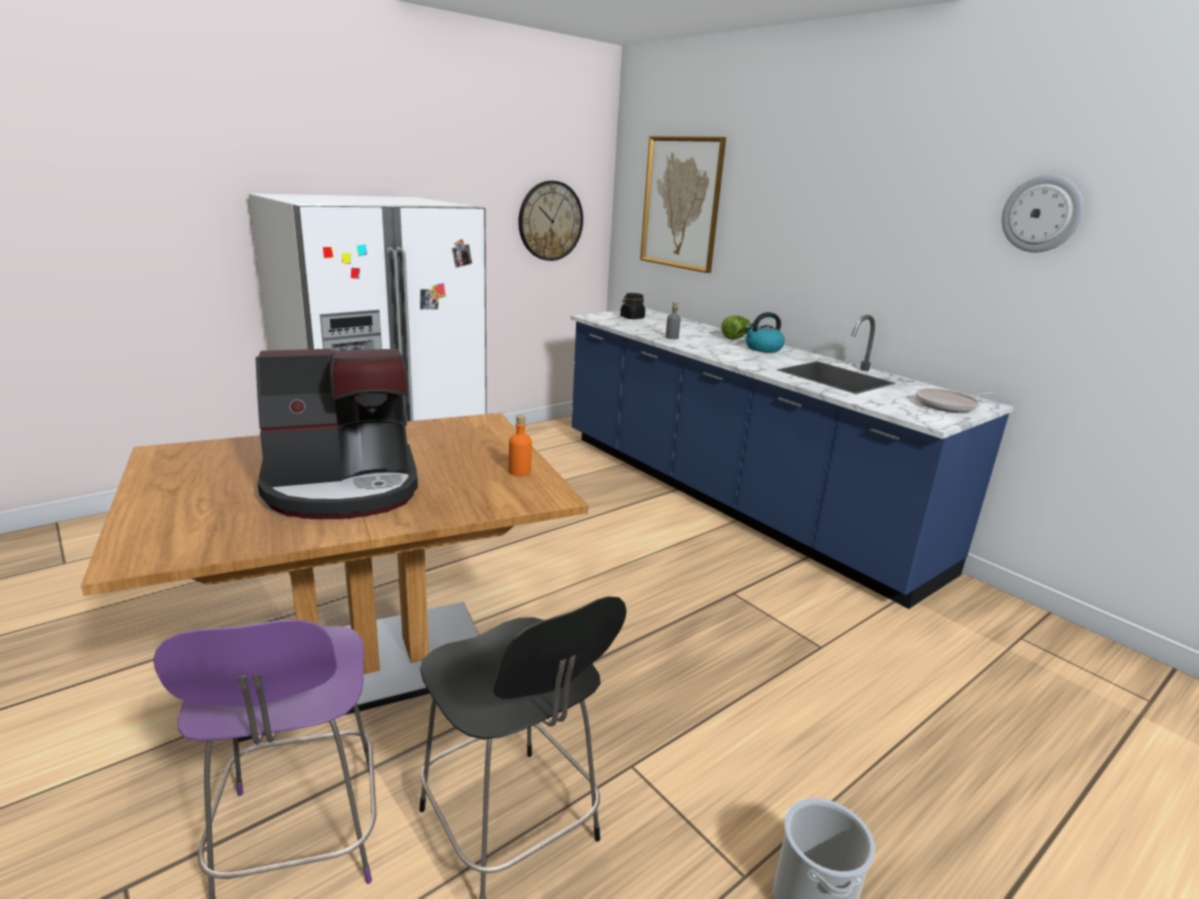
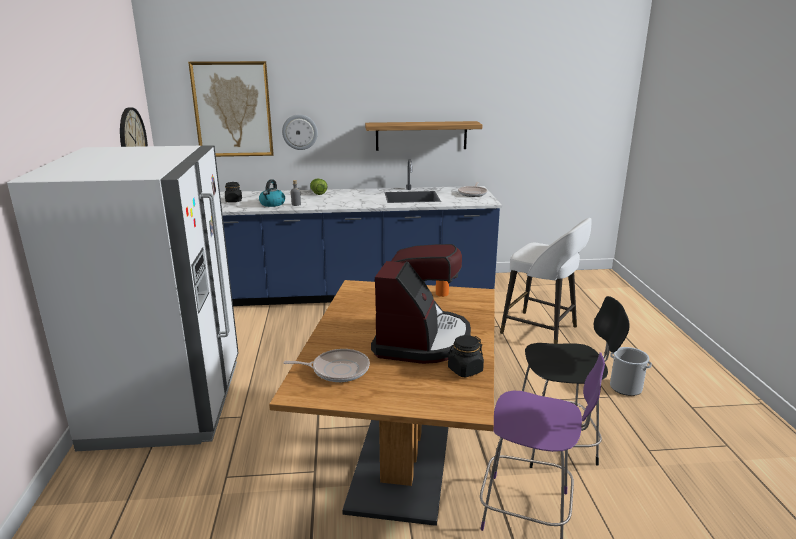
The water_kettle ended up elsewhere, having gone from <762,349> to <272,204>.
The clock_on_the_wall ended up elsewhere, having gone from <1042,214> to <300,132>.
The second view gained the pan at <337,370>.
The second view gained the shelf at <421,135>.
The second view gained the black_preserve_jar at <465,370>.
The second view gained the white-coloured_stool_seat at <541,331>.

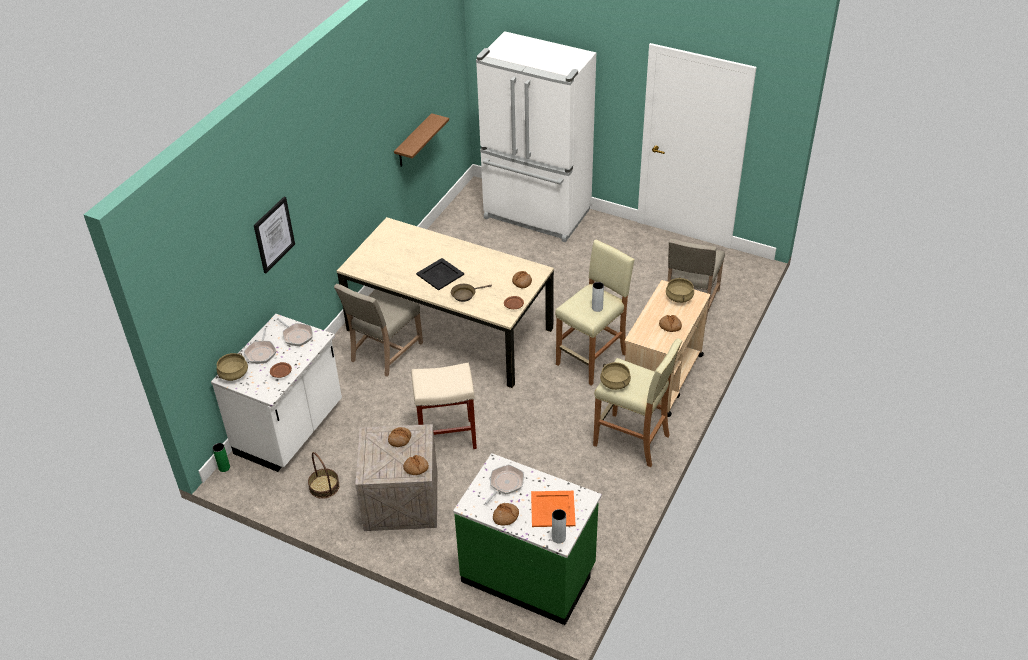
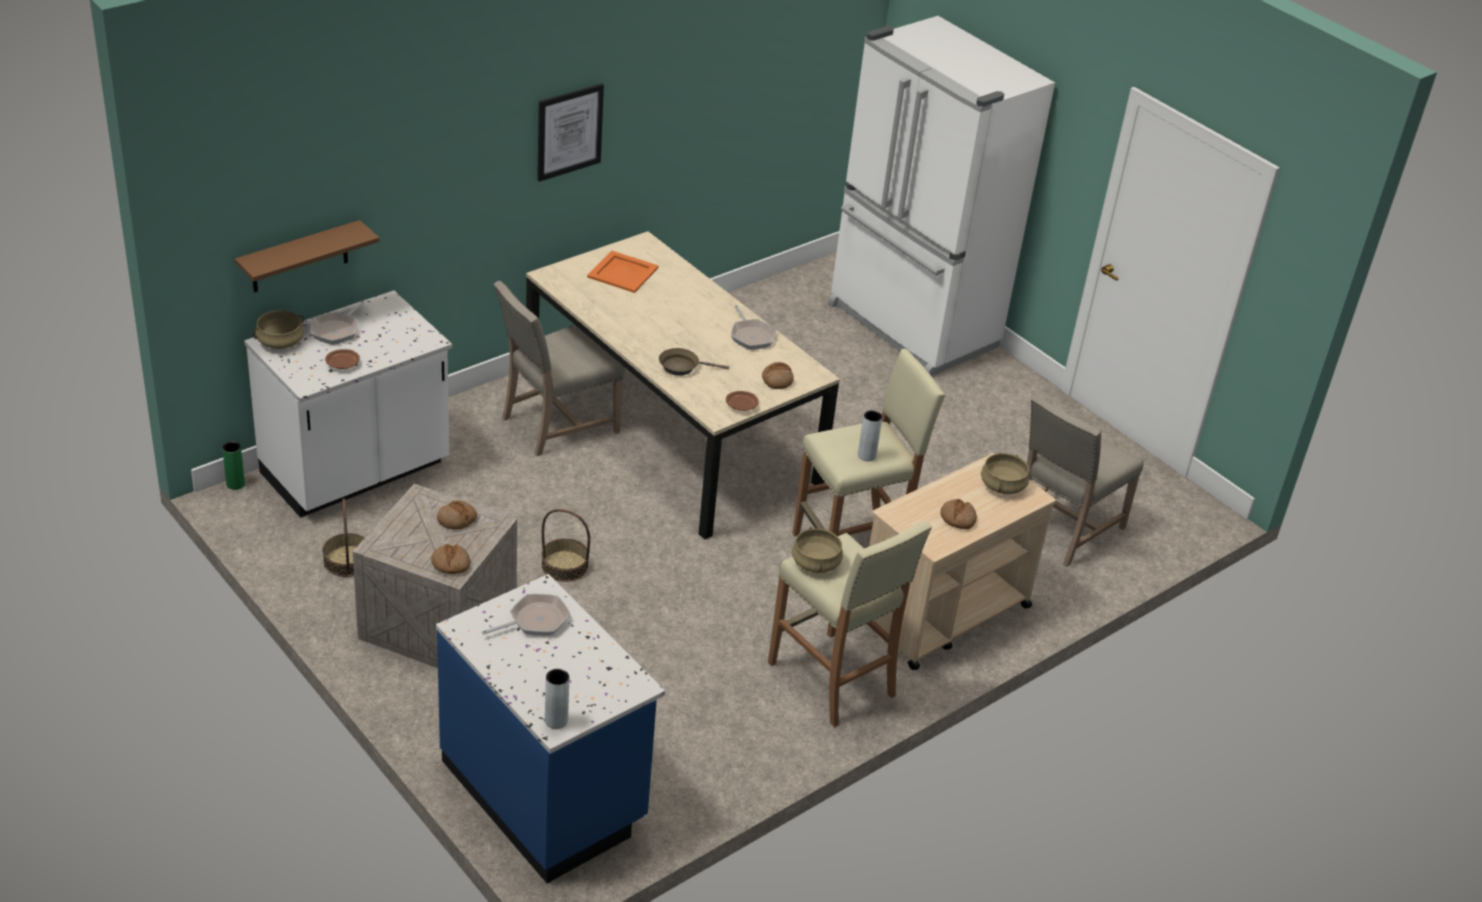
The wall_picture ended up elsewhere, having gone from <274,234> to <569,131>.
The pan ended up elsewhere, having gone from <296,335> to <751,336>.
The brown-coloured_shelf ended up elsewhere, having gone from <413,141> to <299,257>.
Where the sand-coloured_stool_seat stood at <448,436>, the storage_basket came to stand at <565,566>.
The second view lost the black_tray at <440,274>.
What was the greenish_kitchen_counter at <529,574> turned into the bluish_kitchen_counter at <545,792>.
The second view lost the bakery_bread at <505,516>.
The orangey_tray ended up elsewhere, having gone from <553,509> to <623,273>.

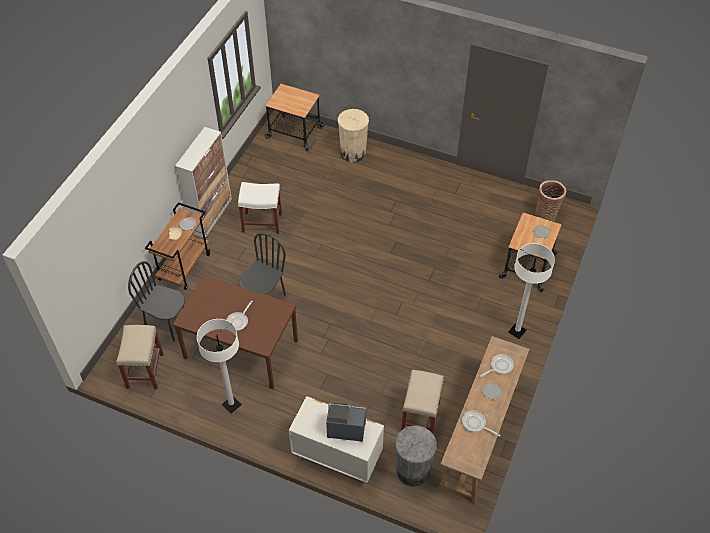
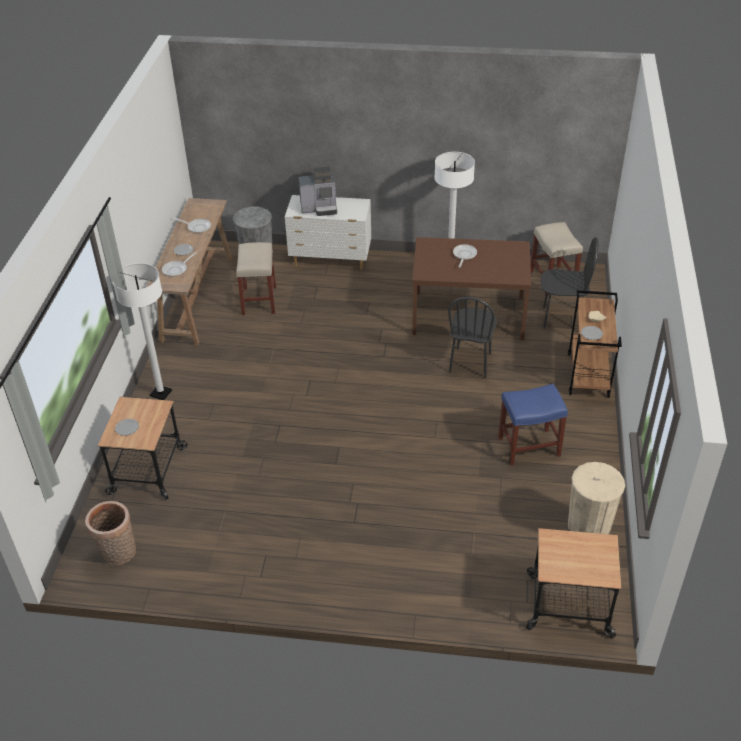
The second view lost the storage_cabinet at <211,215>.
What was the white-coloured_stool_seat at <262,222> turned into the bluish_stool_seat at <528,447>.
The sand-coloured_trash_can ended up elsewhere, having gone from <353,153> to <588,532>.

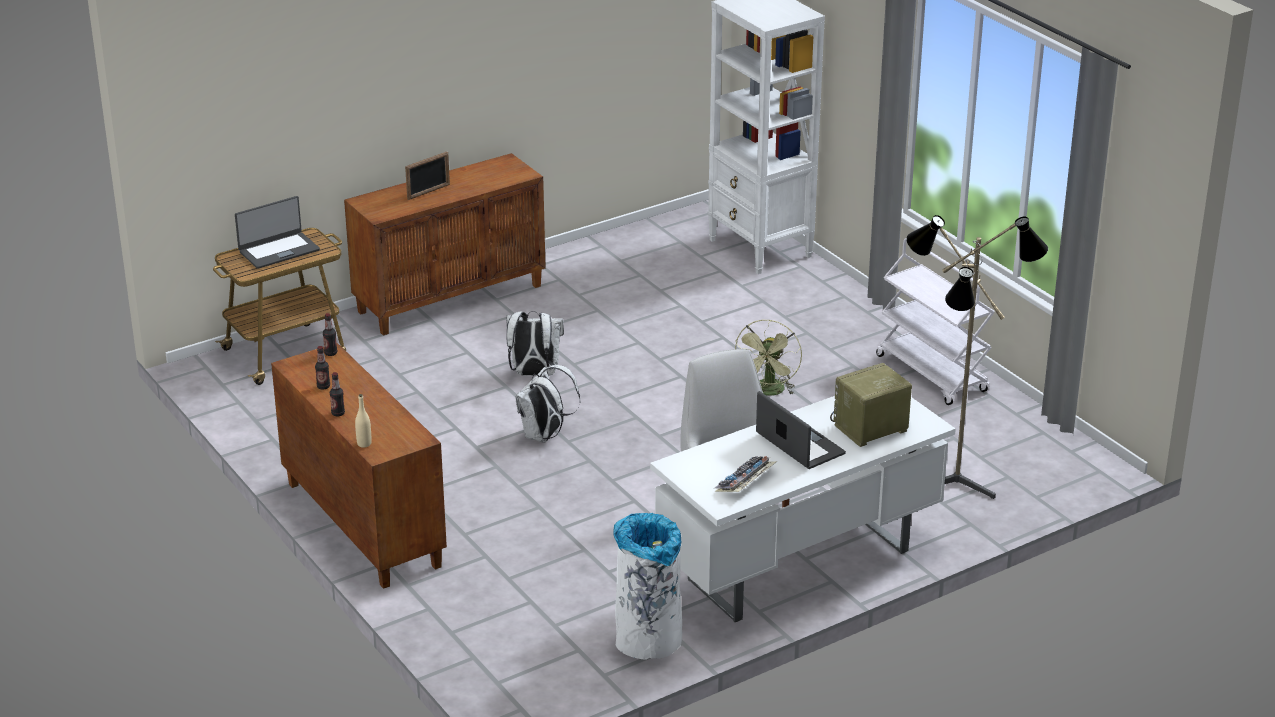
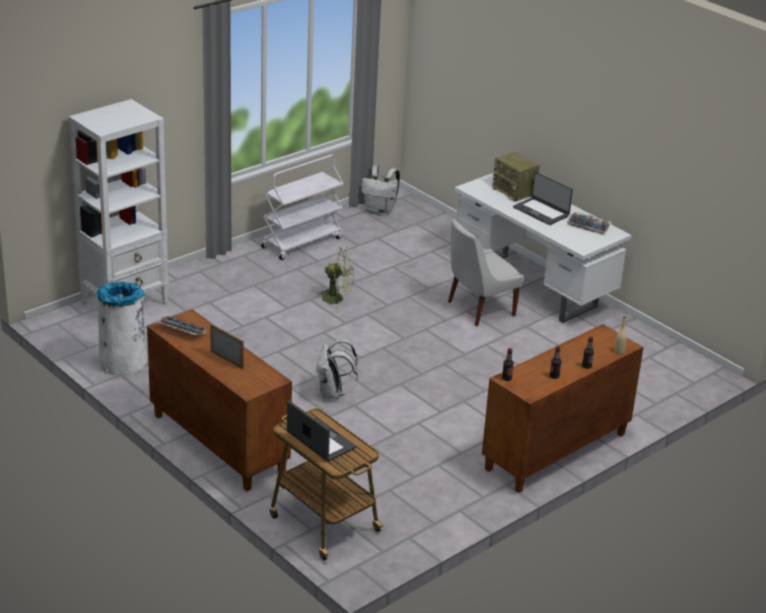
The white-coloured_rucksack ended up elsewhere, having gone from <544,436> to <380,211>.
The white-coloured_trash_can ended up elsewhere, having gone from <647,640> to <123,364>.
The portable_computer at <799,444> ended up facing another way, 90 degrees counterclockwise from before.
The second view lost the standing_lamp at <952,486>.
The second view gained the PC_keyboard at <181,331>.

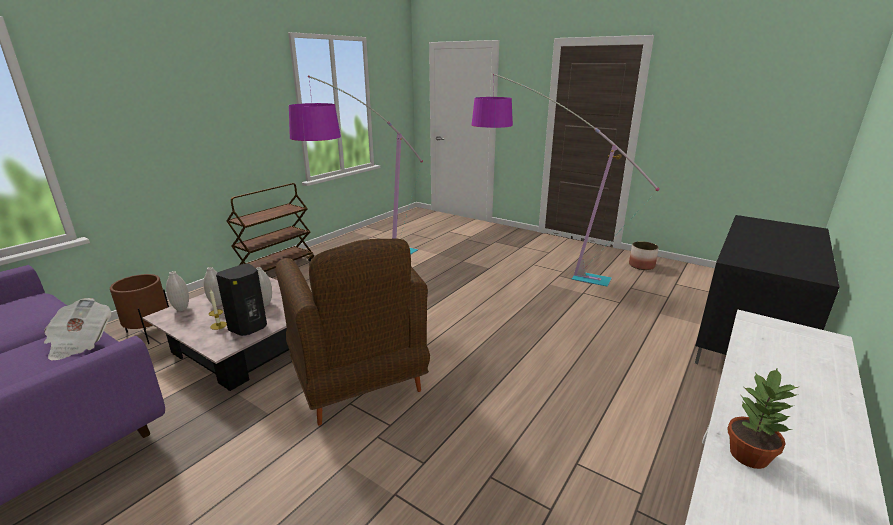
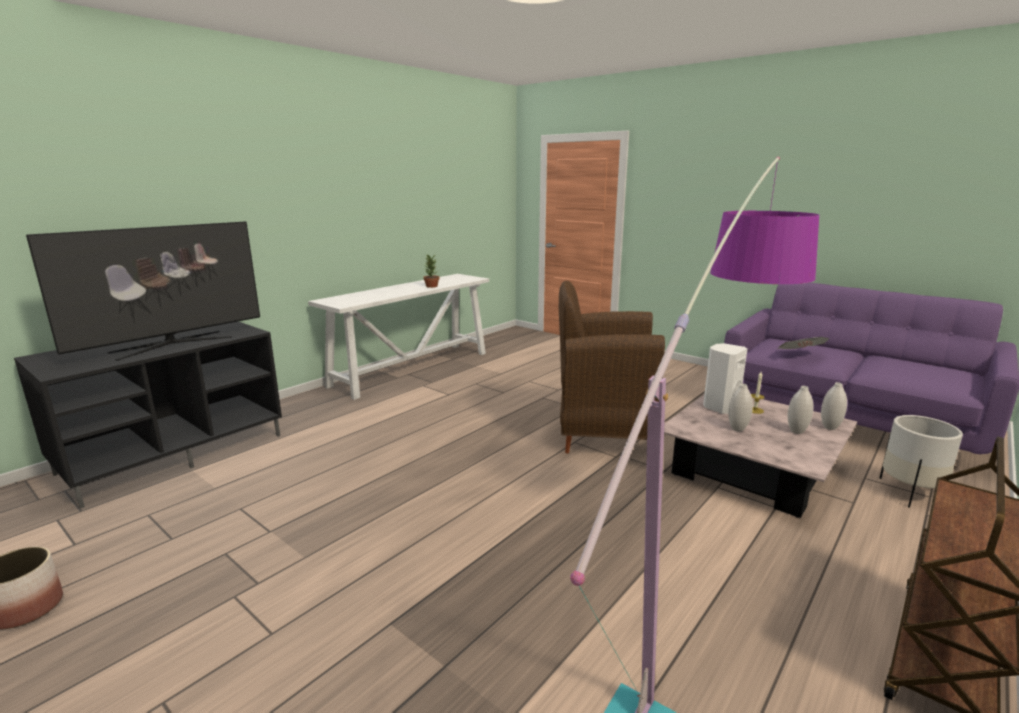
What was the brown-coloured_plant_pot at <149,332> turned into the white-coloured_plant_pot at <910,493>.
What was the black_loudspeaker at <249,328> turned into the white-coloured_loudspeaker at <719,407>.
The brown-coloured_lounge_chair at <358,383> ended up facing another way, 60 degrees counterclockwise from before.
The second view lost the standing_lamp at <531,266>.
The second view gained the TV at <171,344>.

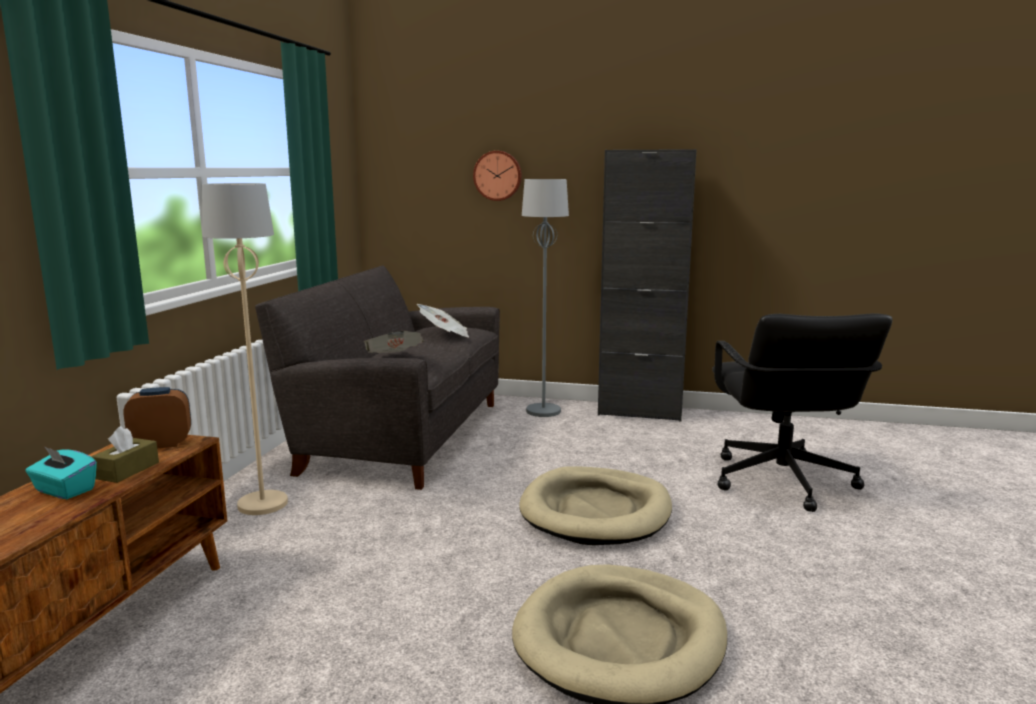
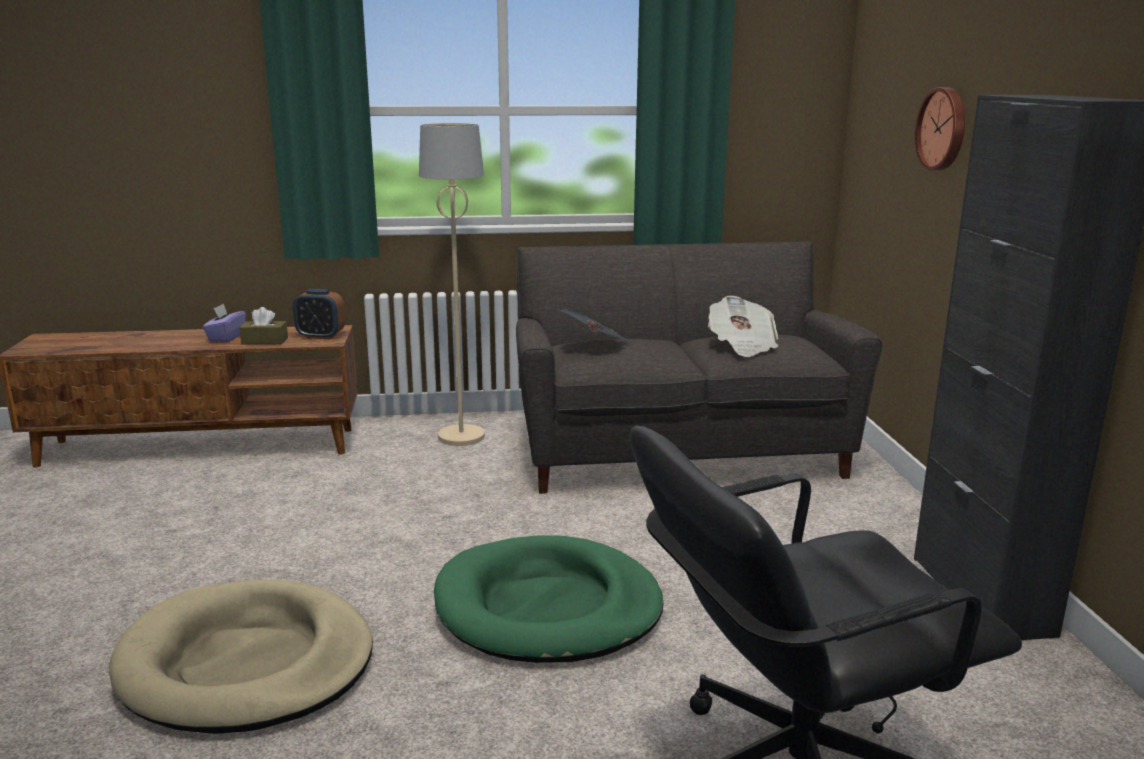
What was the blue-green_tissue_box at <64,490> turned into the purple_tissue_box at <226,337>.
The table_clock at <161,444> ended up facing another way, 135 degrees clockwise from before.
What was the sand-coloured_dog_bed at <596,511> turned into the greenish_dog_bed at <547,607>.
The second view lost the greyish_standing_lamp at <543,411>.

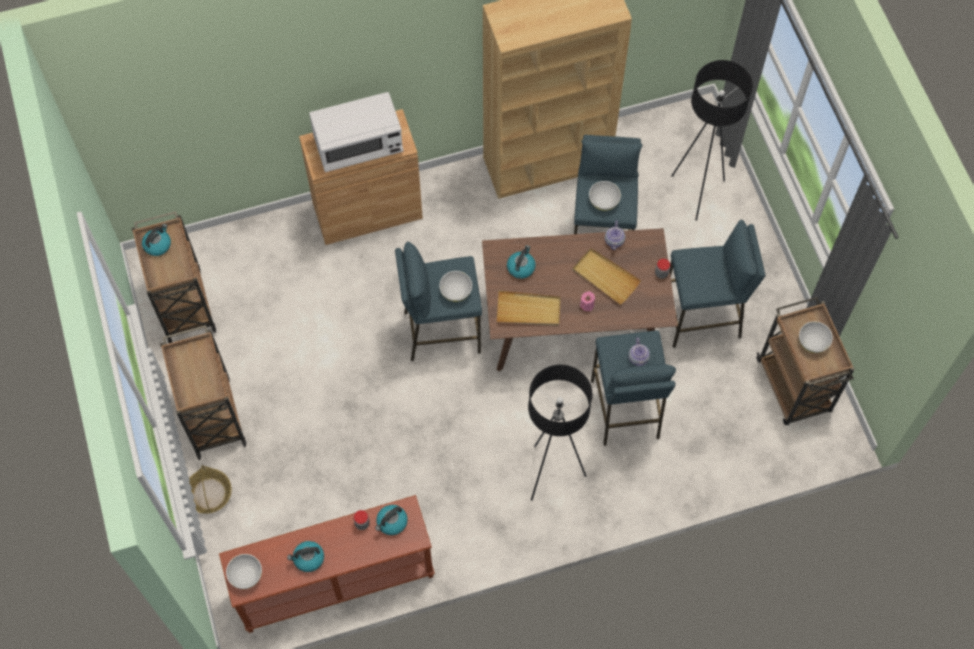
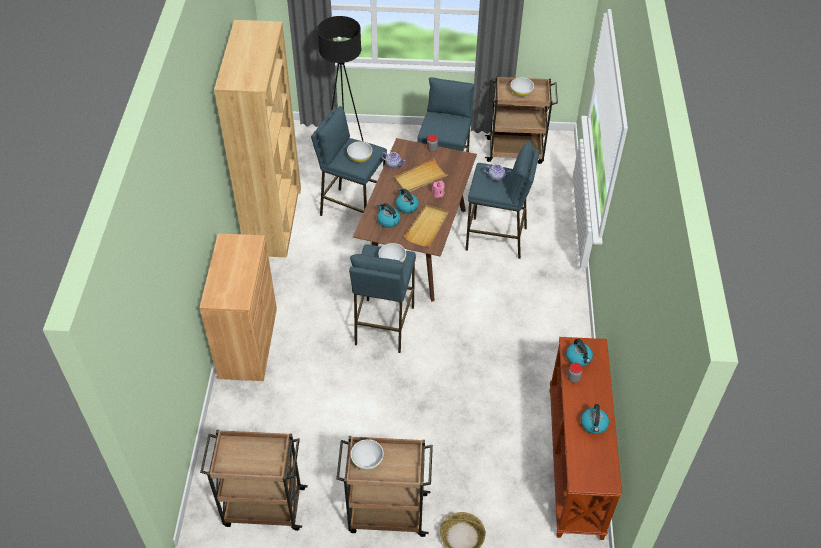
The water_kettle ended up elsewhere, having gone from <157,245> to <406,206>.
The white-coloured_deep_dish ended up elsewhere, having gone from <246,575> to <367,460>.
The second view lost the white-coloured_microwave_oven at <358,145>.
The second view lost the black_standing_lamp at <551,474>.

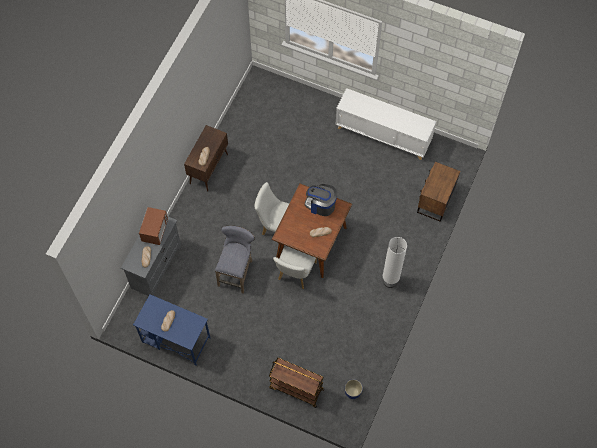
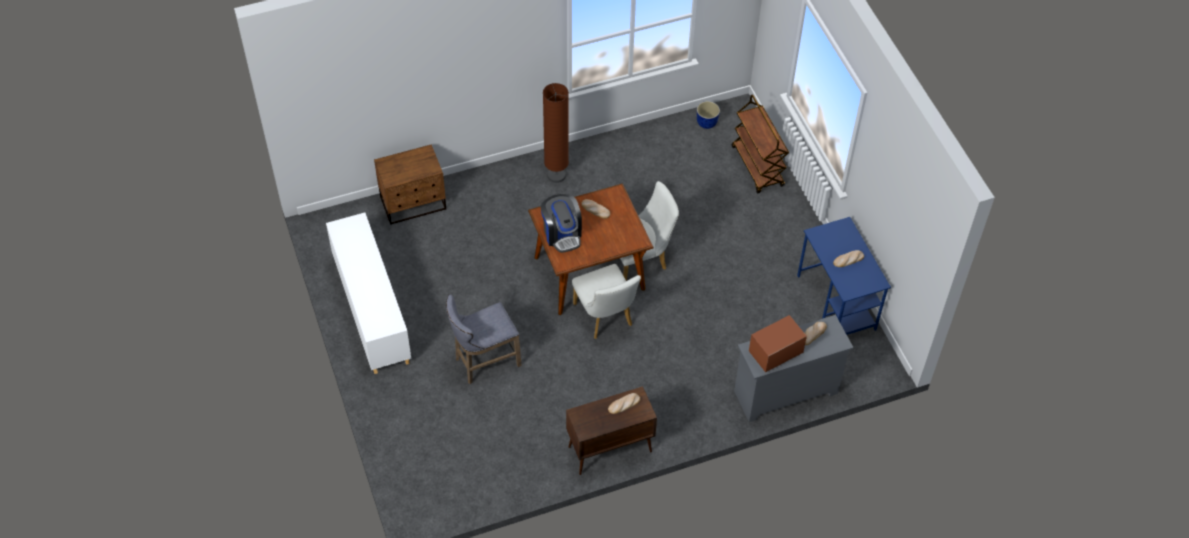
The greyish_stool_seat ended up elsewhere, having gone from <237,271> to <484,362>.
What was the white-coloured_standing_lamp at <390,282> turned into the brown-coloured_standing_lamp at <556,175>.

